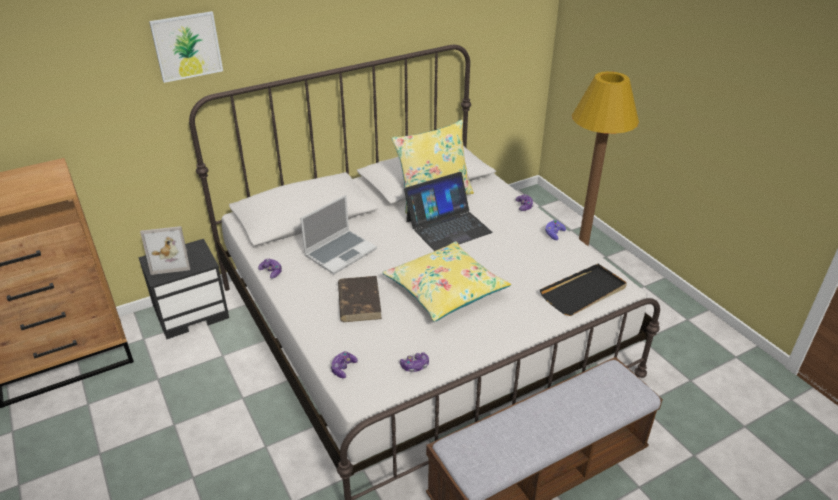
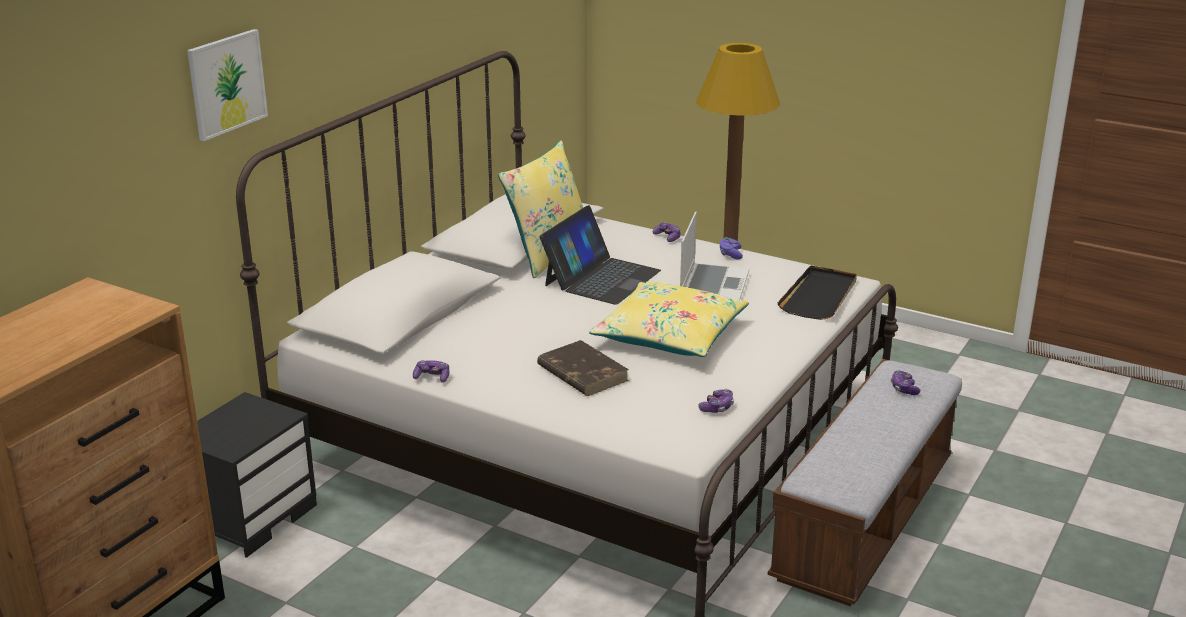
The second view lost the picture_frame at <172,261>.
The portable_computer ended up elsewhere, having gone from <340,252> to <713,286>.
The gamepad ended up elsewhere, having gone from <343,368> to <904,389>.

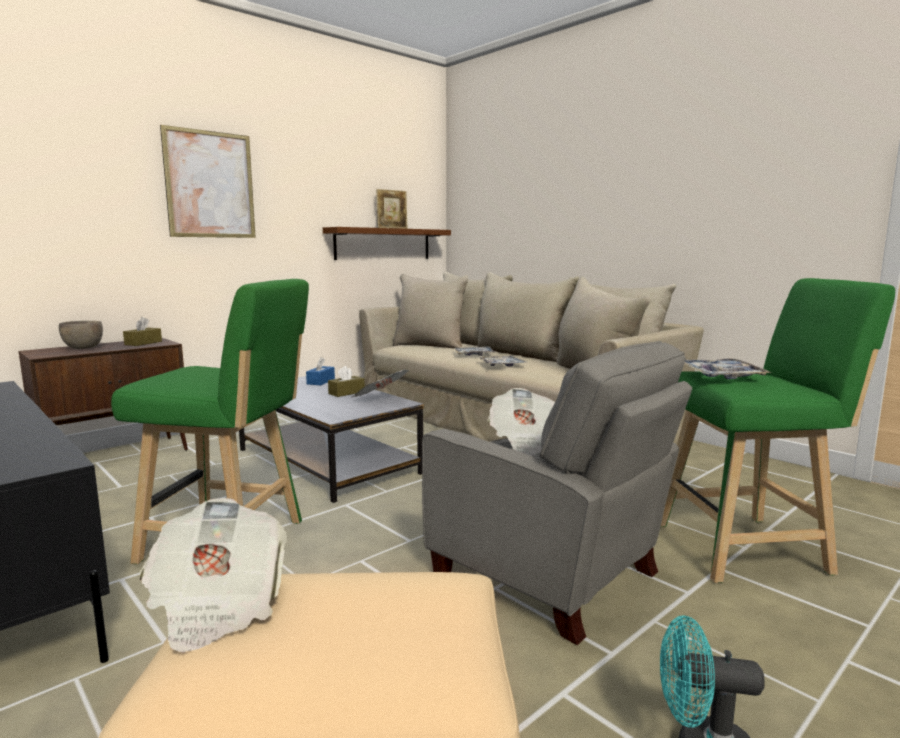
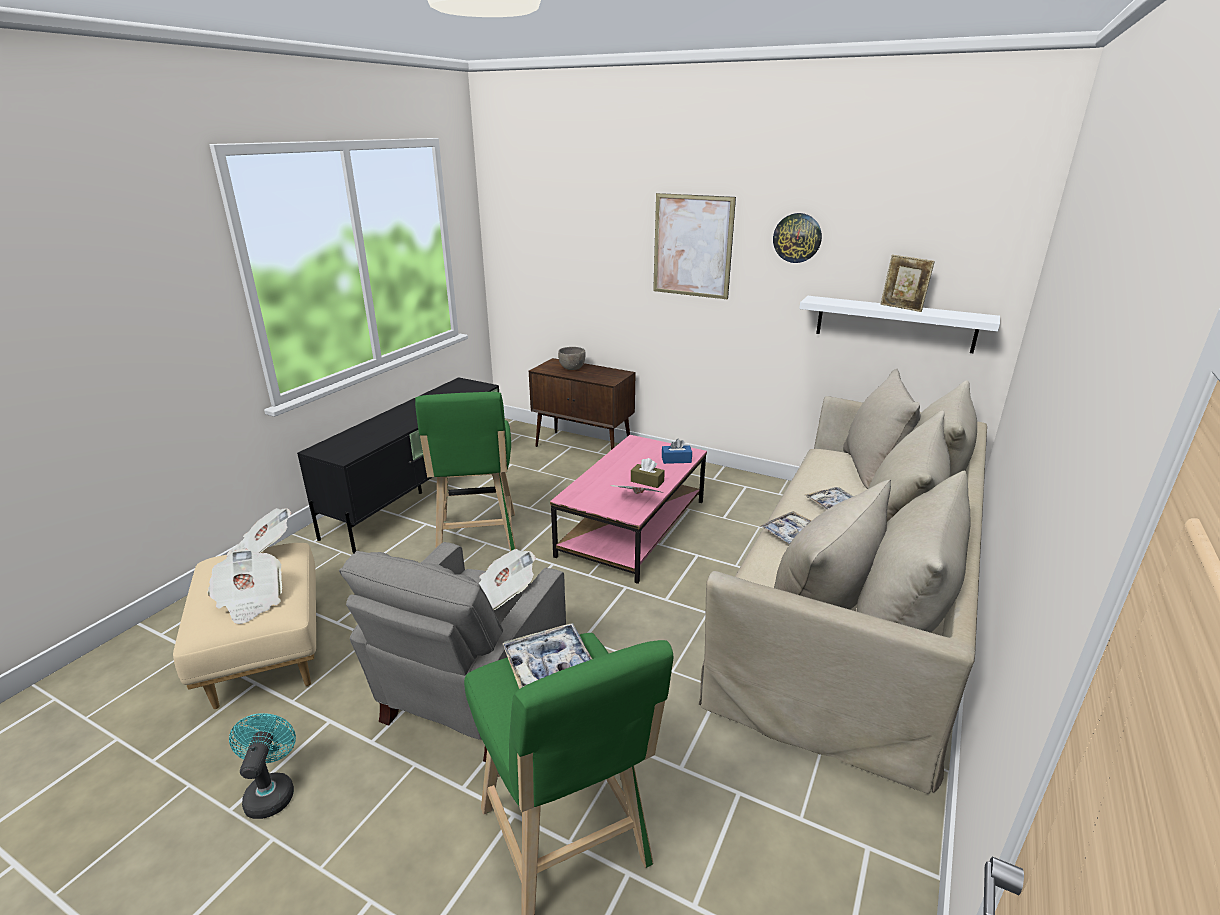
The second view lost the brown-coloured_tissue_box at <143,343>.
What was the greyish_lounge_table at <328,461> turned into the pinkish_lounge_table at <632,528>.
What was the brown-coloured_shelf at <383,244> turned into the white-coloured_shelf at <894,324>.
The second view gained the newspaper at <250,601>.
The second view gained the clock_on_the_wall at <797,238>.

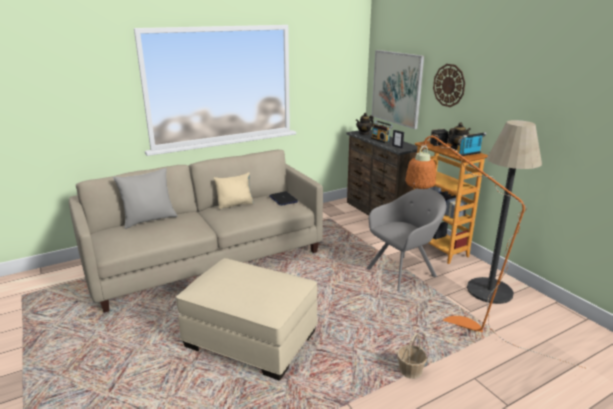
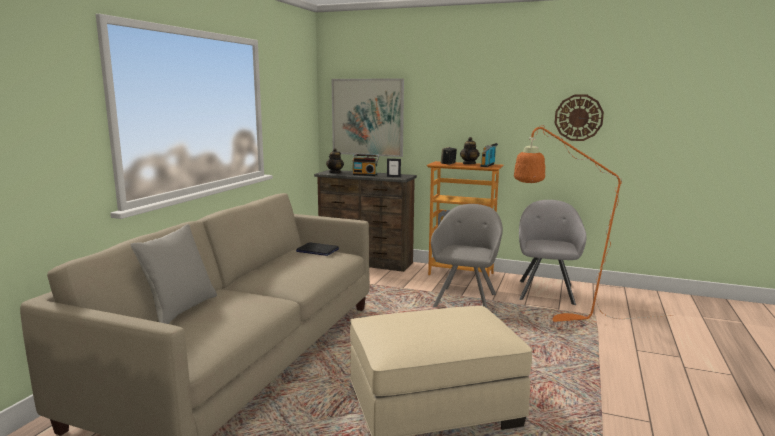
The second view lost the sand-coloured_throw_pillow at <235,204>.
The second view lost the storage_basket at <410,369>.
The clock_on_the_wall ended up elsewhere, having gone from <449,85> to <578,117>.
Where the standing_lamp stood at <489,291>, the greyish_lounge_chair came to stand at <546,291>.

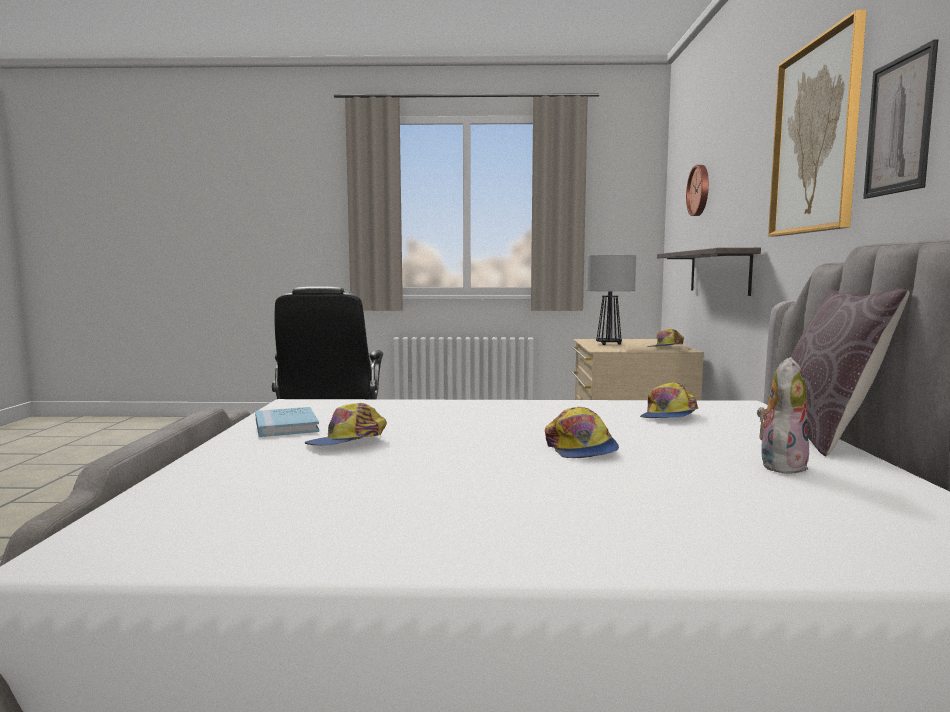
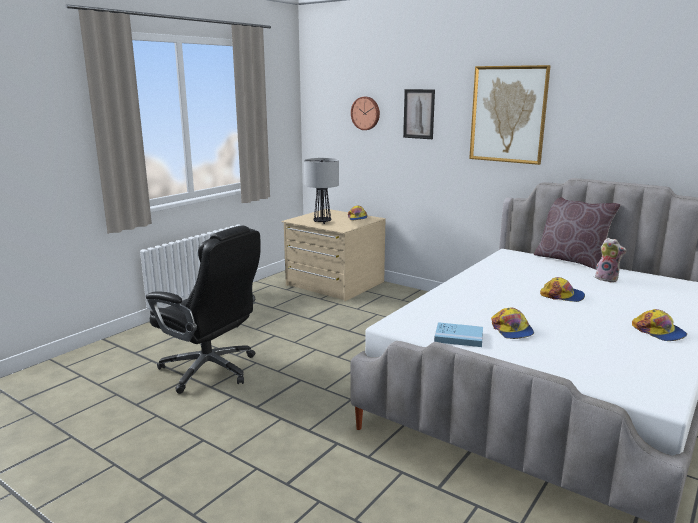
The peaked_cap ended up elsewhere, having gone from <668,415> to <659,332>.
The second view lost the shelf at <718,272>.
The soft_toy at <780,465> ended up facing another way, 150 degrees clockwise from before.
The wall_picture ended up elsewhere, having gone from <899,125> to <419,114>.

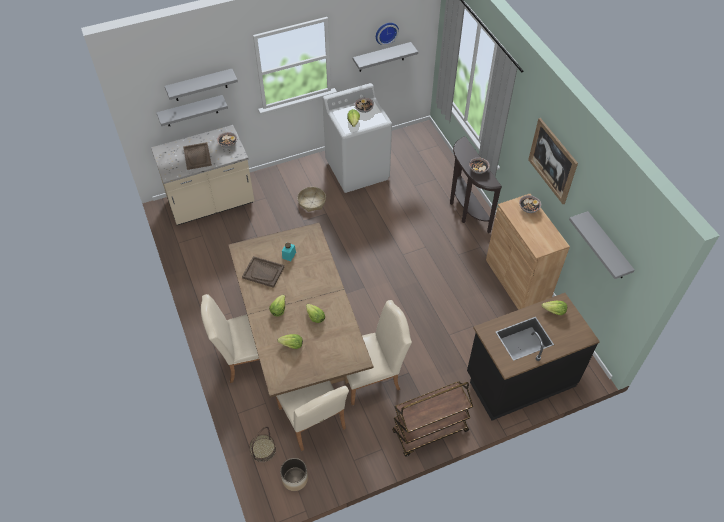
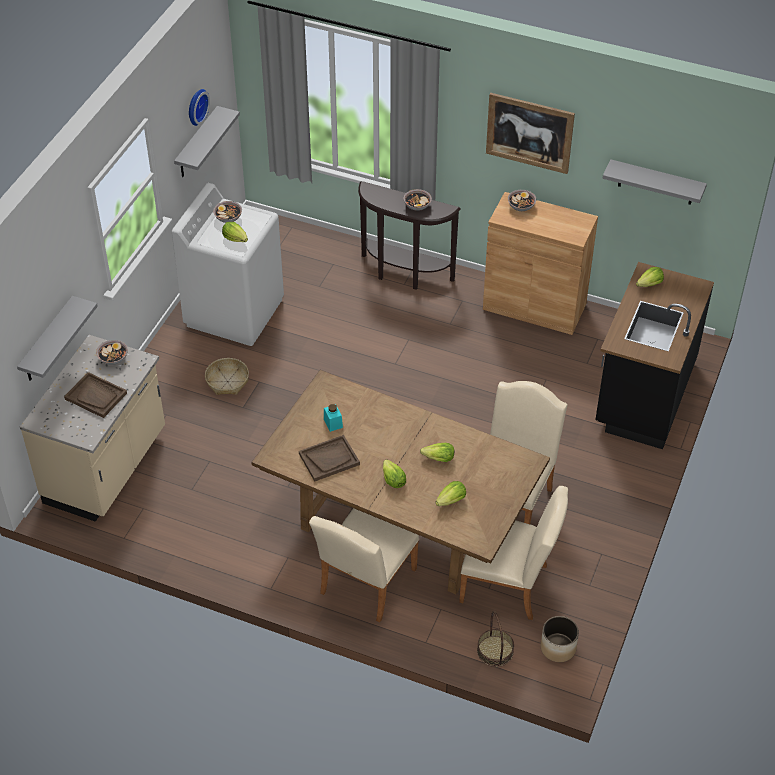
The second view lost the greyish_shelf at <200,85>.
The second view lost the brown-coloured_cart at <429,432>.

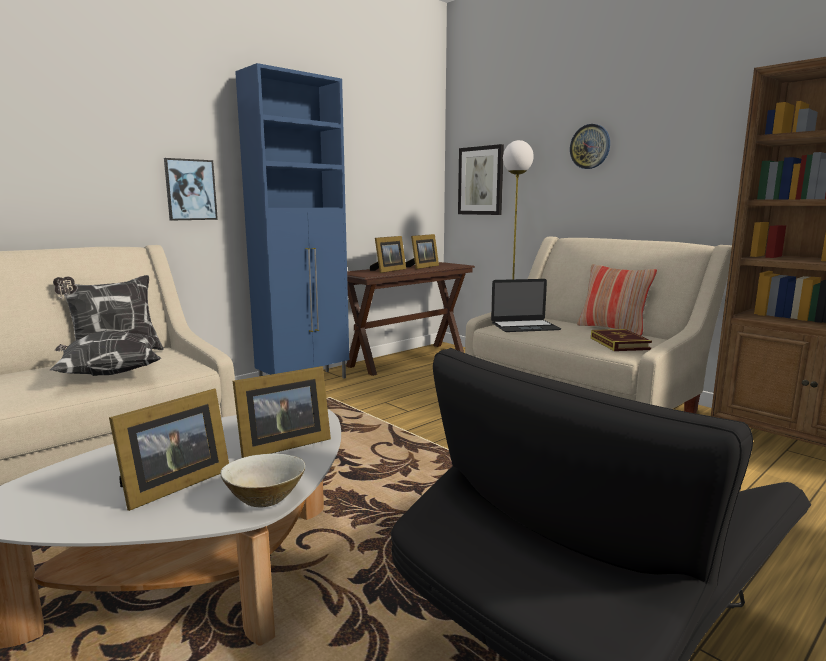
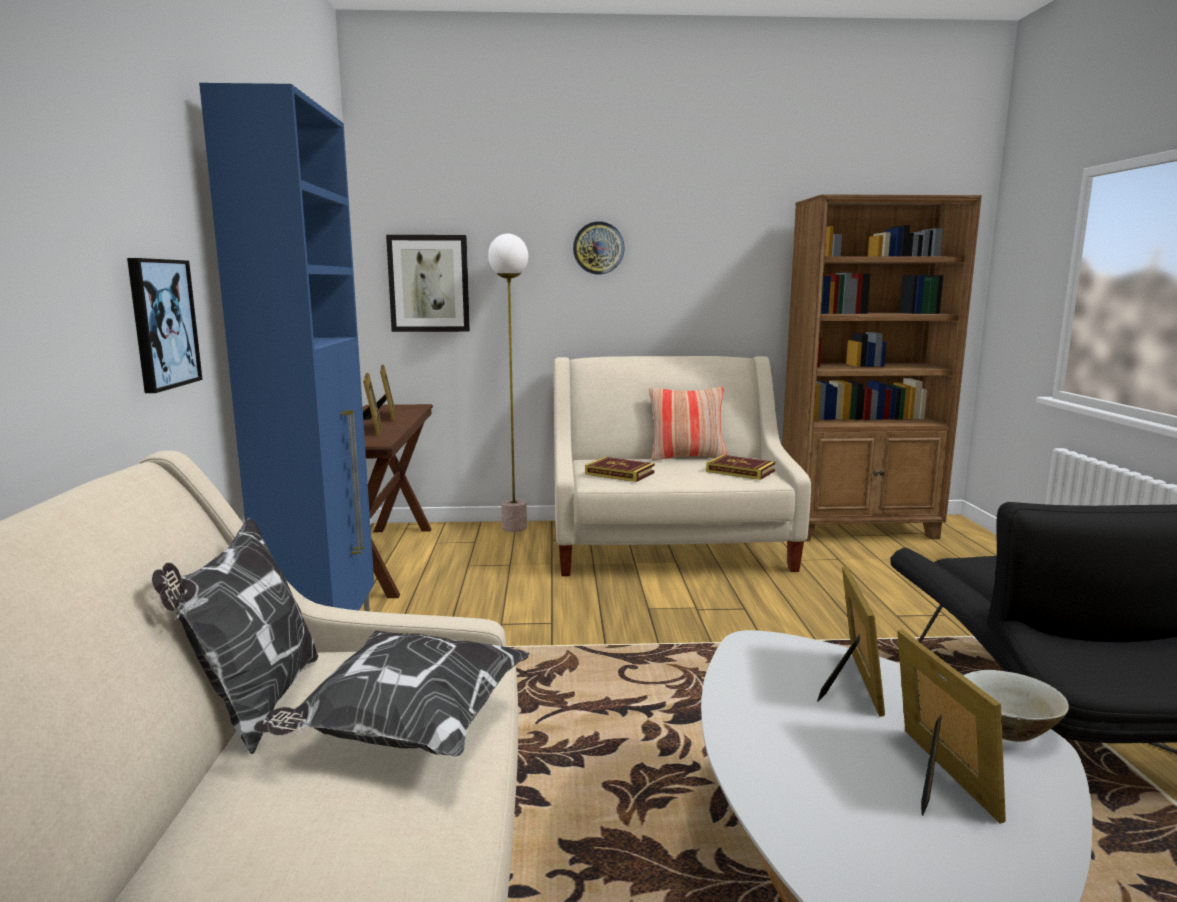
Where the portable_computer stood at <525,326>, the bound_book came to stand at <619,473>.

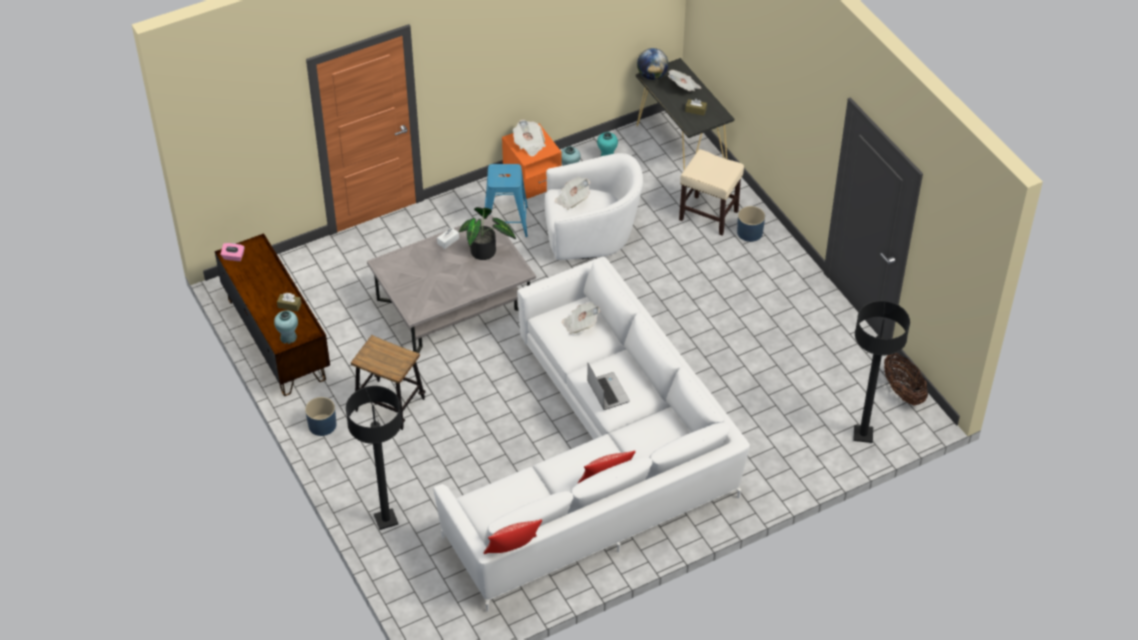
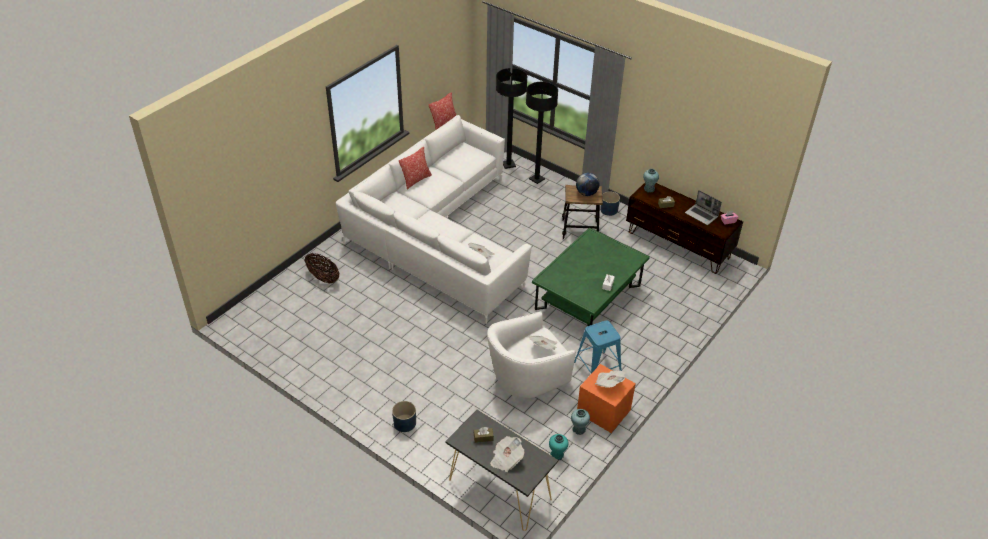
What was the greyish_lounge_table at <453,305> turned into the greenish_lounge_table at <588,297>.
The second view lost the potted_plant at <485,253>.
The portable_computer ended up elsewhere, having gone from <607,391> to <702,215>.
The globe ended up elsewhere, having gone from <652,75> to <586,193>.
The second view lost the sand-coloured_stool_seat at <709,215>.
The black_standing_lamp ended up elsewhere, having gone from <863,434> to <508,164>.
The storage_basket ended up elsewhere, having gone from <903,391> to <323,277>.

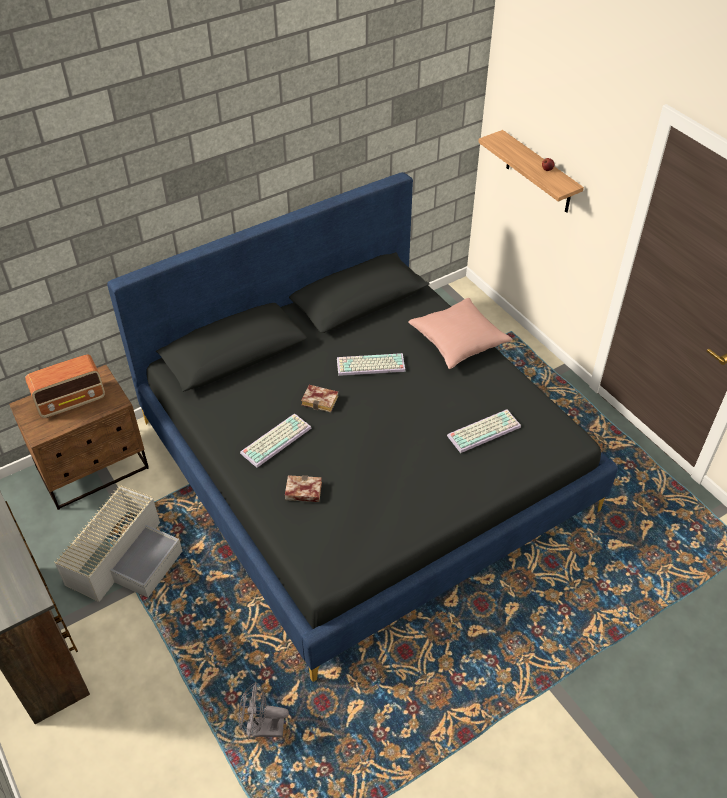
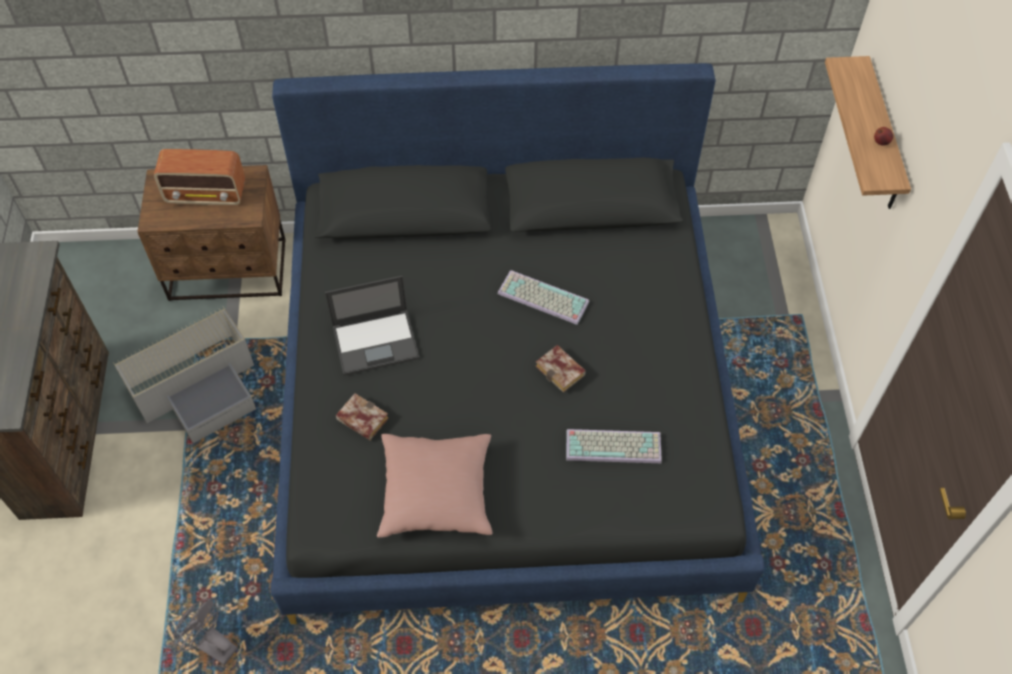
Where the PC_keyboard stood at <276,439>, the portable_computer came to stand at <376,341>.
The bound_book ended up elsewhere, having gone from <321,400> to <562,371>.
The pinkish_throw_pillow ended up elsewhere, having gone from <458,341> to <436,492>.

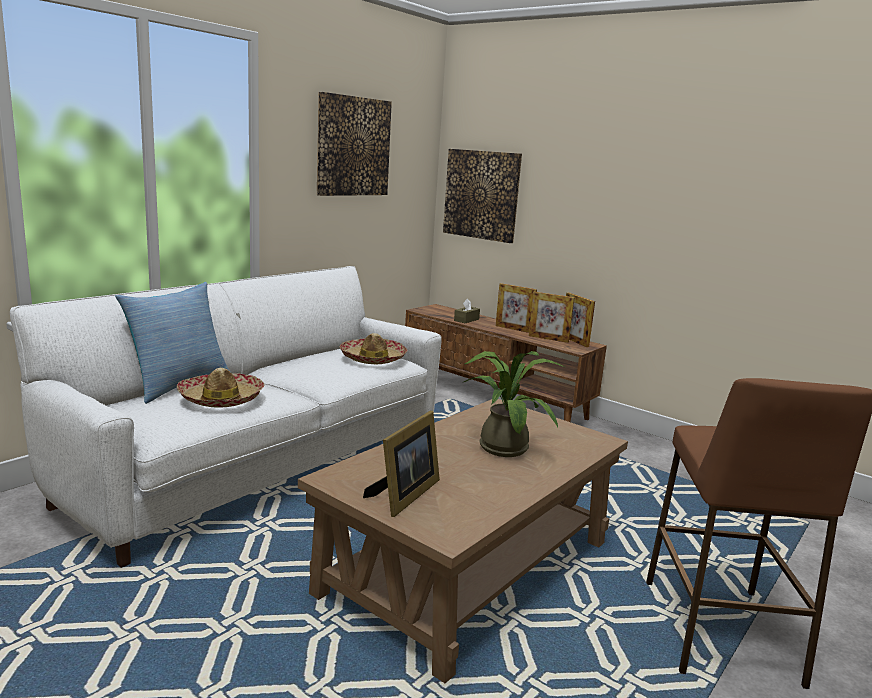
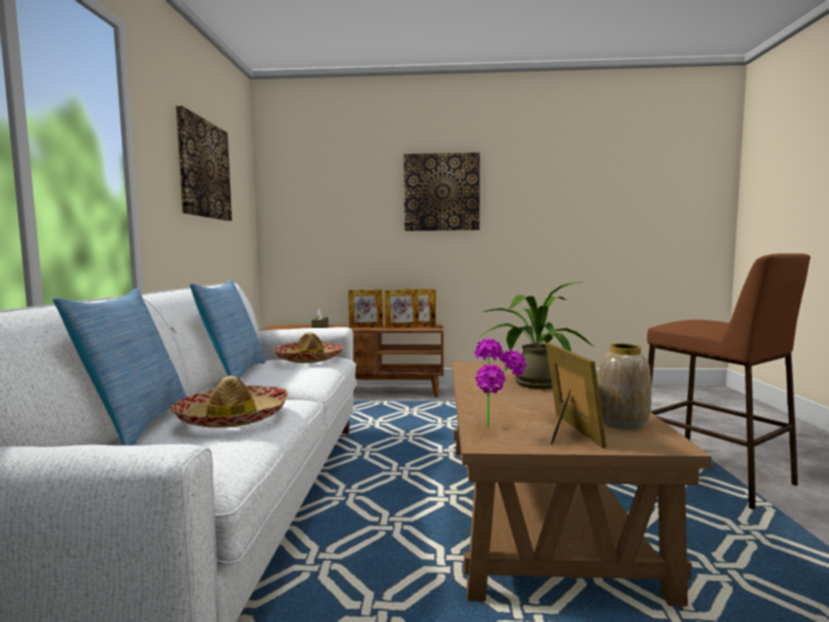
The wall_picture ended up elsewhere, having gone from <481,195> to <441,192>.
The second view gained the throw_pillow at <233,374>.
The second view gained the potted_plant at <498,429>.
The second view gained the vase at <621,423>.

